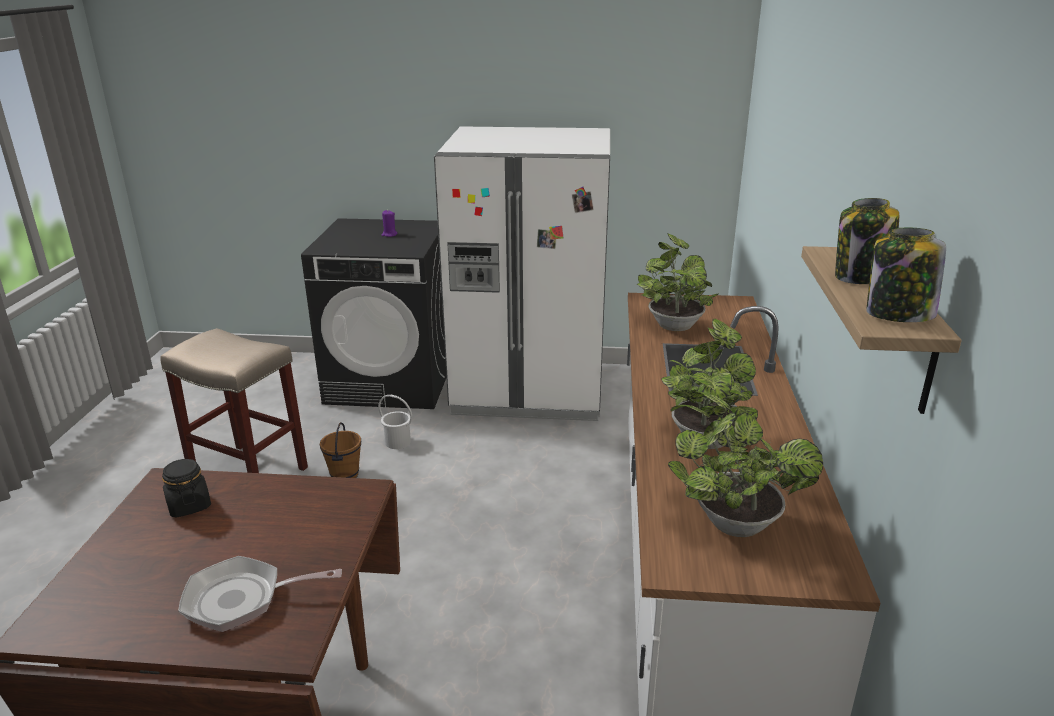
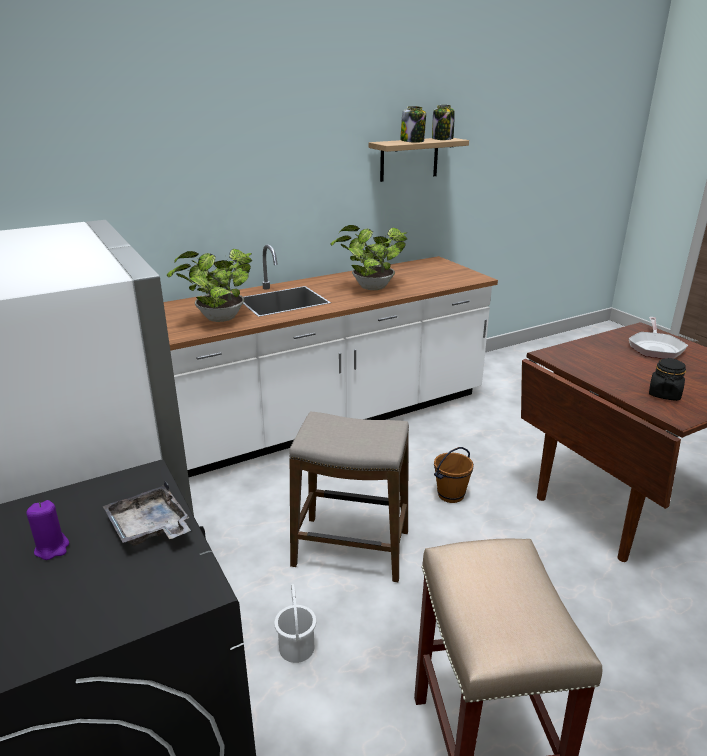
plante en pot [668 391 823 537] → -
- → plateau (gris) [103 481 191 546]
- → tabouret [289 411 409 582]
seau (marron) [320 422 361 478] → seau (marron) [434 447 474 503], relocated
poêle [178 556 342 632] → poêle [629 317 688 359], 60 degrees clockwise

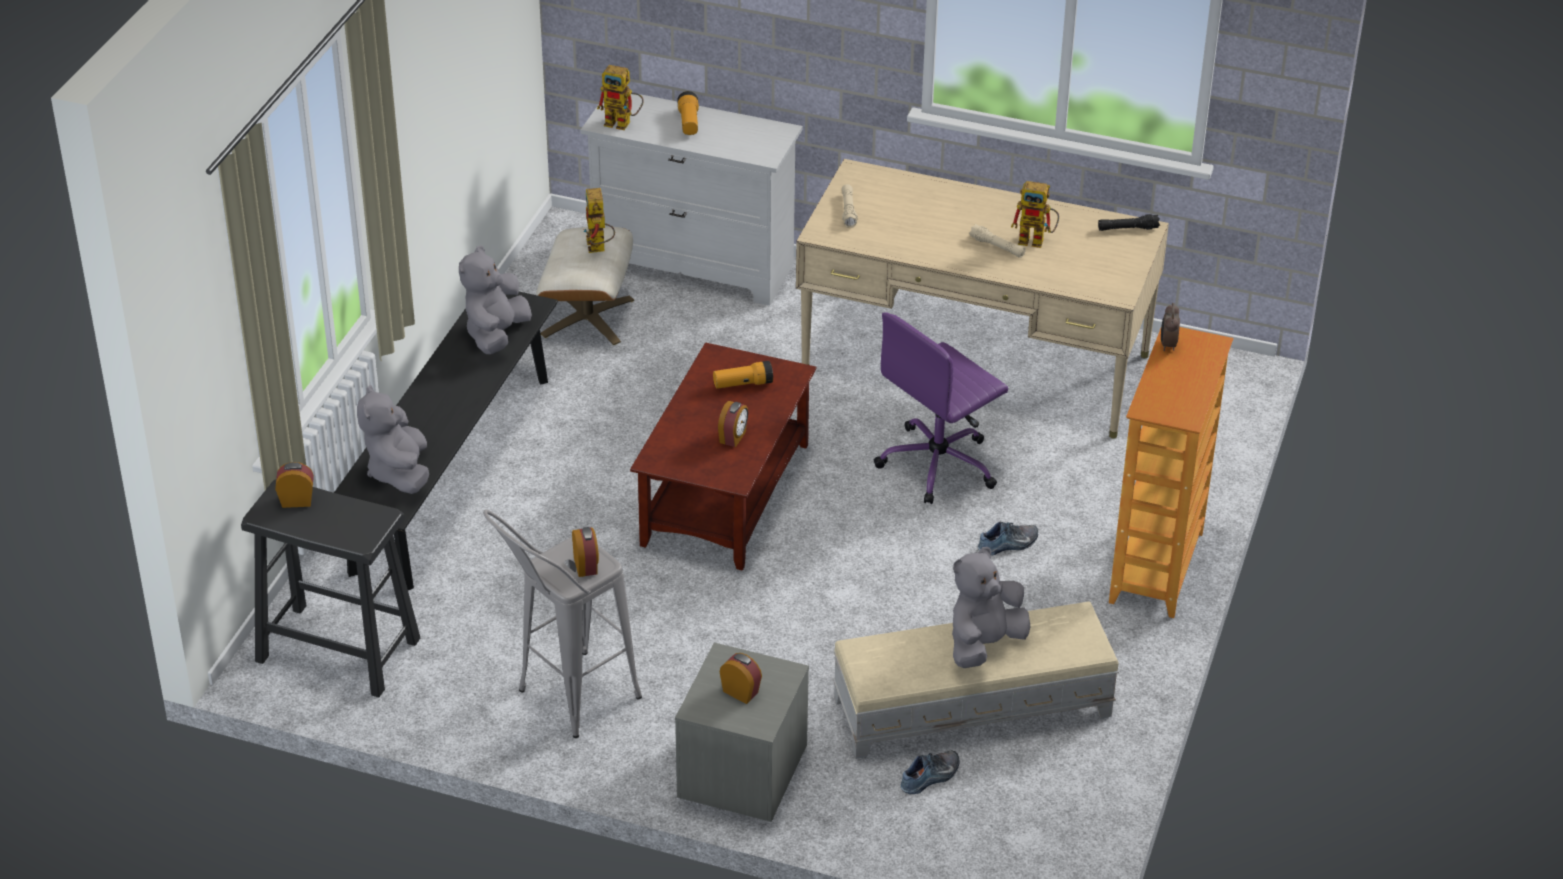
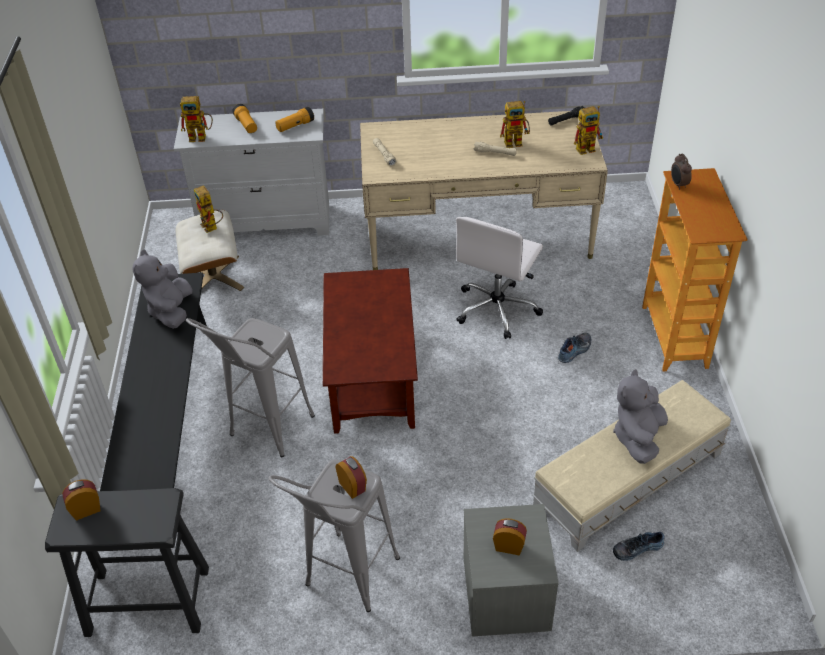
peluche (gris) [357 385 429 494] → -
réveil [718 401 748 447] → -
- → tabouret (gris) [186 318 315 457]
- → robot jouet [574 106 603 155]
lampe de poche [713 361 773 389] → lampe de poche [275 107 314 132], relocated
chaise de bureau (violet) [874 313 1008 504] → chaise de bureau (blanc) [456 217 543 339]
chaussure [901 751 960 794] → chaussure [613 532 665 561], 135 degrees counterclockwise

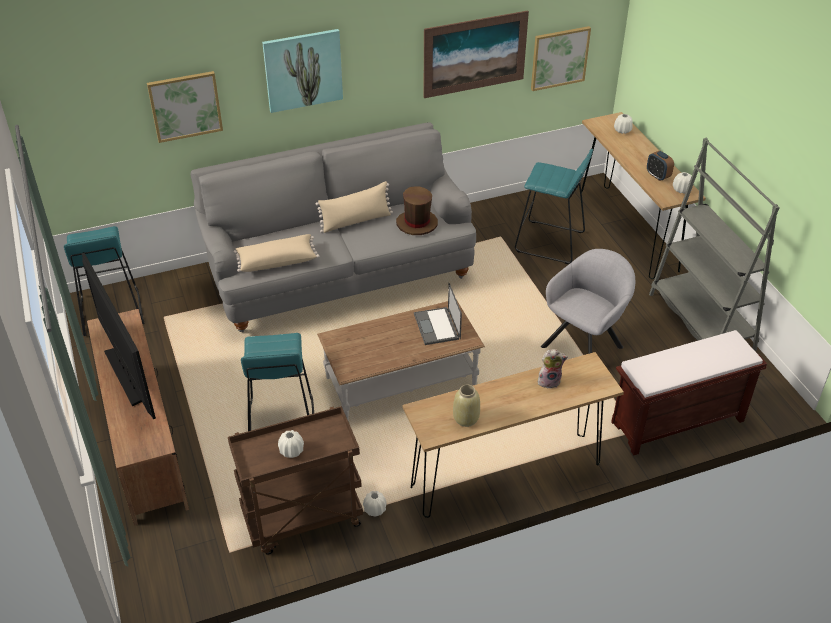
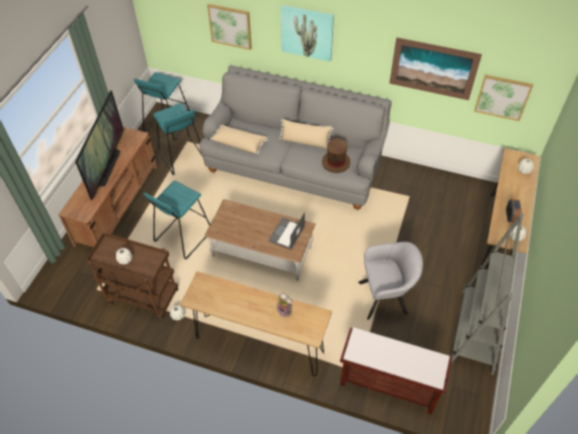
vase (beige) [453 384 480 427] → -
tabouret (turquoise) [515 149 593 264] → tabouret (turquoise) [153 103 203 175], relocated

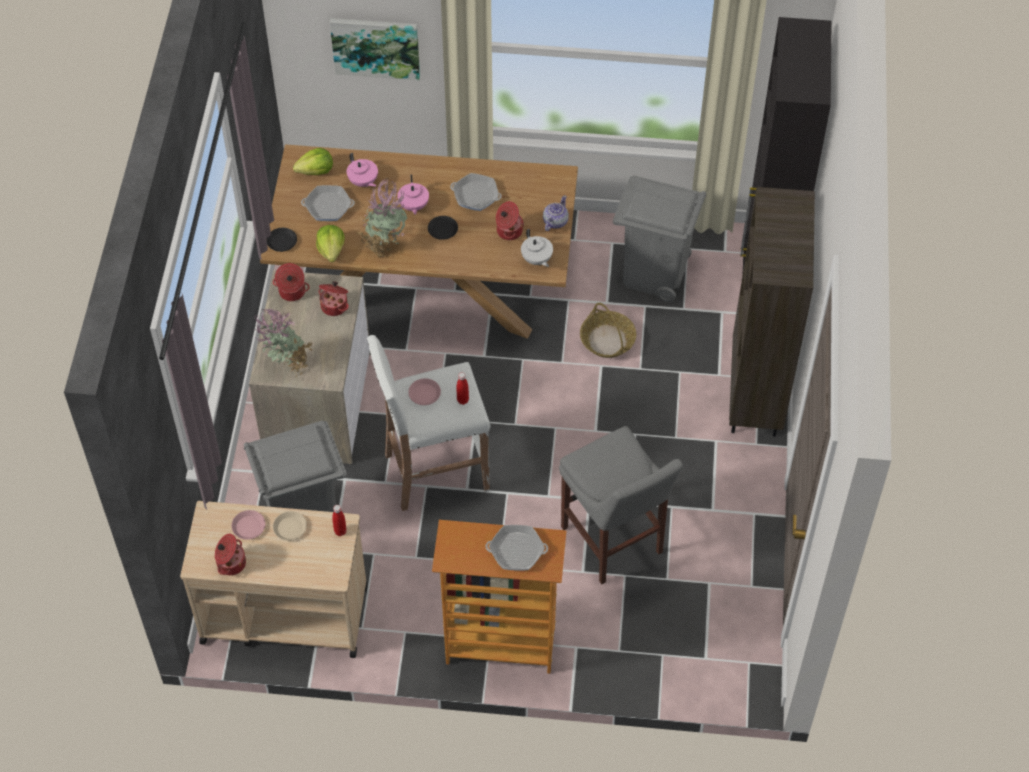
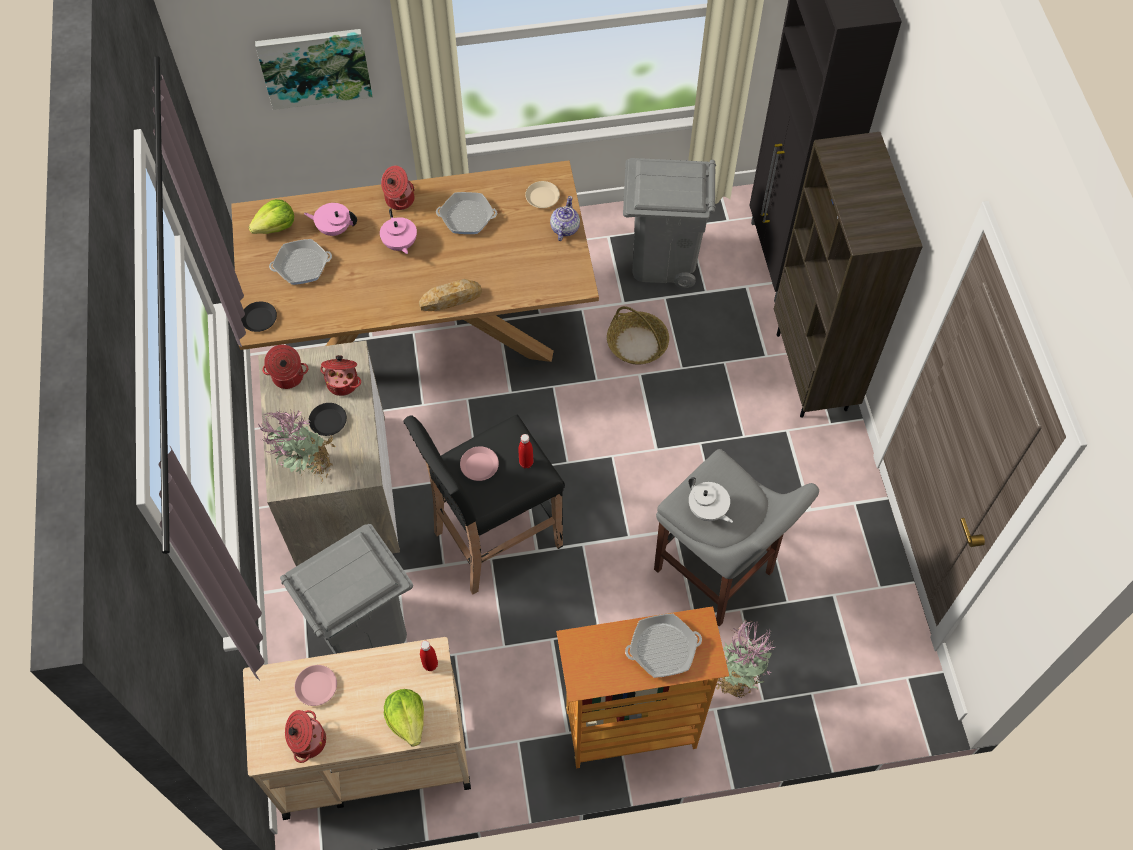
- → pain [419 279 482 311]
assiette (beige) [273 511 307 541] → assiette (beige) [525 181 560 208], relocated
laitue [316 225 345 262] → laitue [384 689 424 746], relocated
plante en pot [355 178 407 258] → plante en pot [716 618 775 698], relocated
assiette (noir) [428 216 458 240] → assiette (noir) [309 403 347 436], relocated
marmite [496 201 524 240] → marmite [381 166 415 210], relocated
théière (blanc) [521 229 553 267] → théière (blanc) [689 477 733 523], relocated
tabouret (blanc) [367 335 490 511] → tabouret (noir) [403 414 565 594]
théière (rose) [347 153 378 187] → théière (rose) [304 203 357 236], 150 degrees clockwise

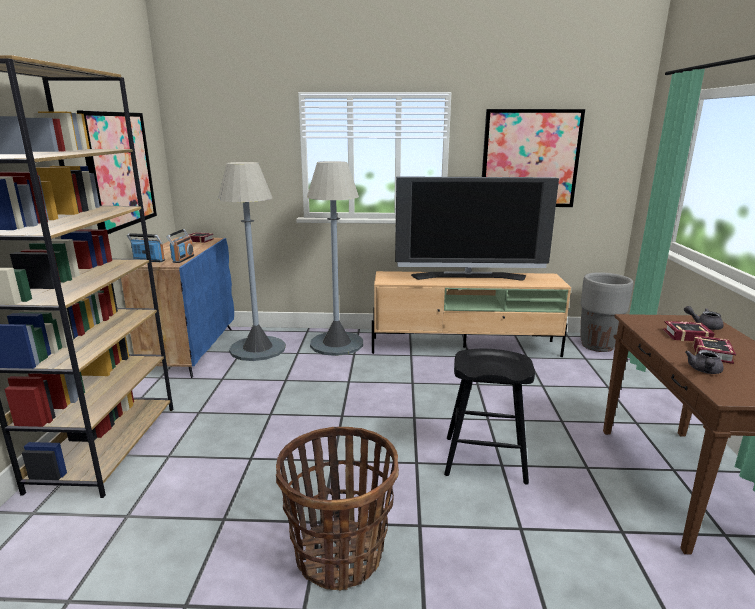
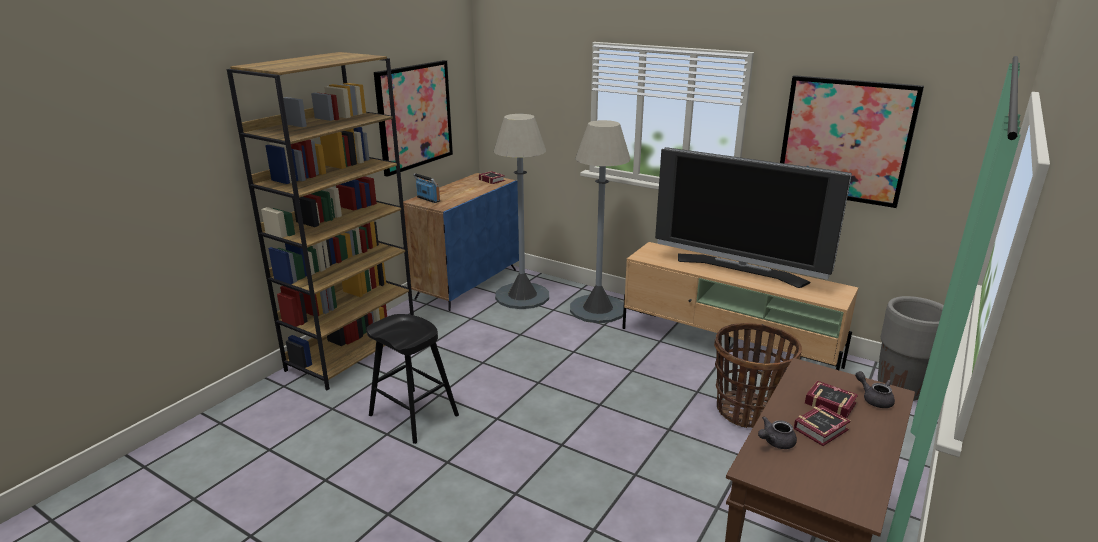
radio [166 229 194 263] → -
panier [276 427 399 591] → panier [714 323 802 428], relocated
tabouret (noir) [444 349 535 485] → tabouret (noir) [366 314 459 444], relocated

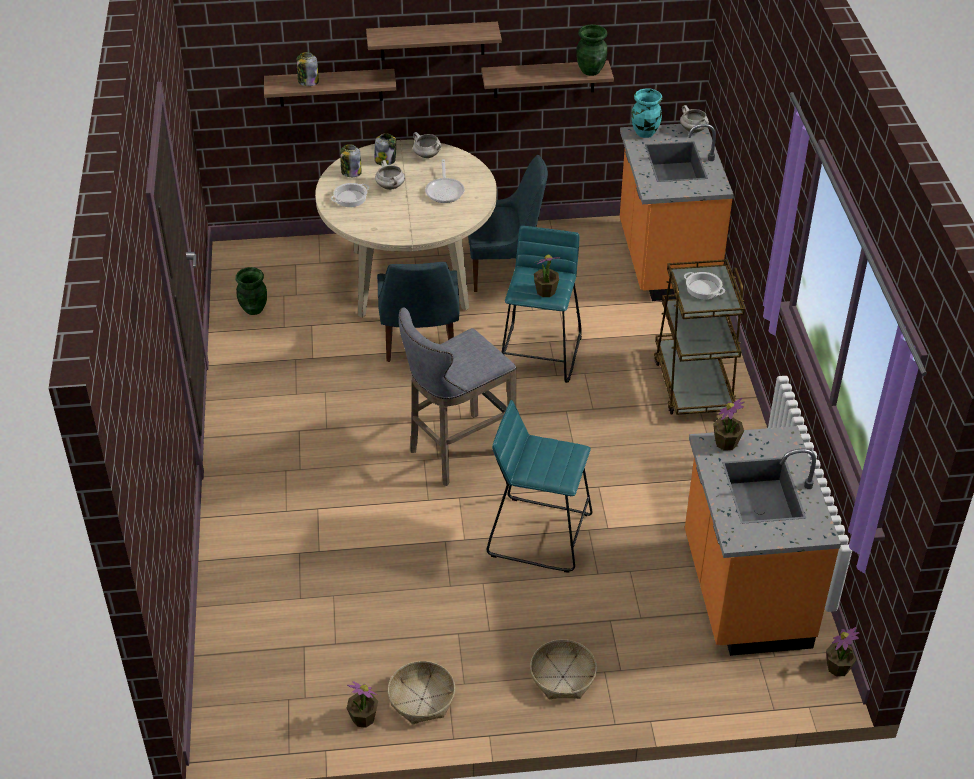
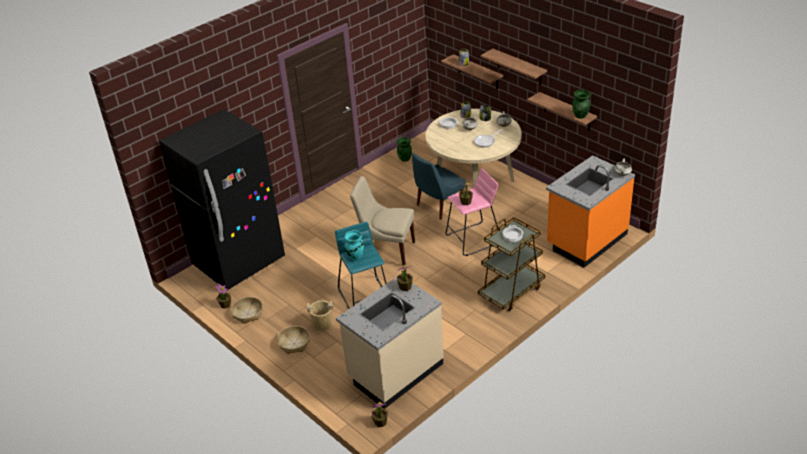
chaise (bleu) [468 155 548 292] → -
- → réfrigérateur (noir) [160 109 285 290]
- → seau (beige) [307 300 333 331]
vase (turquoise) [632 88 662 138] → vase (turquoise) [344 230 364 260], relocated
tabouret (gris) [399 307 516 486] → chaise (beige) [350 176 415 265]
tabouret (turquoise) [501 226 582 383] → tabouret (rose) [445 168 499 256]
comptoir de cuisine (orange) [685 426 841 656] → comptoir de cuisine (beige) [336 277 444 409]

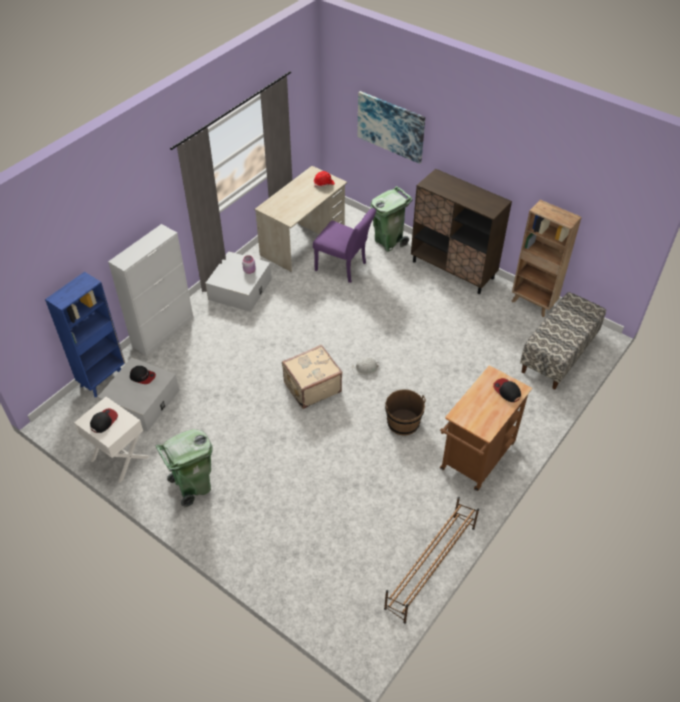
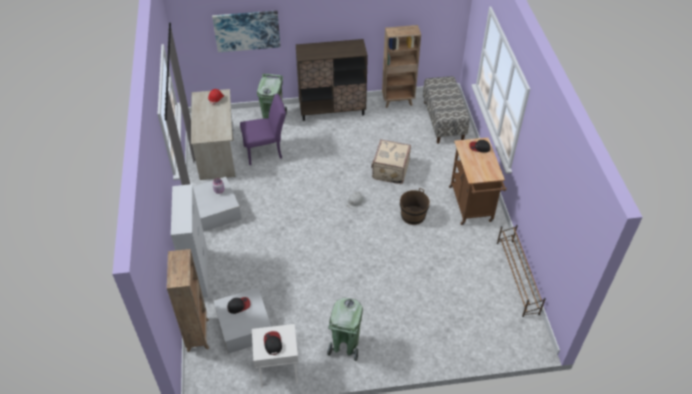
valise (beige) [282 345 342 409] → valise (beige) [371 139 411 184], relocated
bibliothèque (bleu) [45 272 125 397] → bibliothèque (marron) [167 249 209 352]

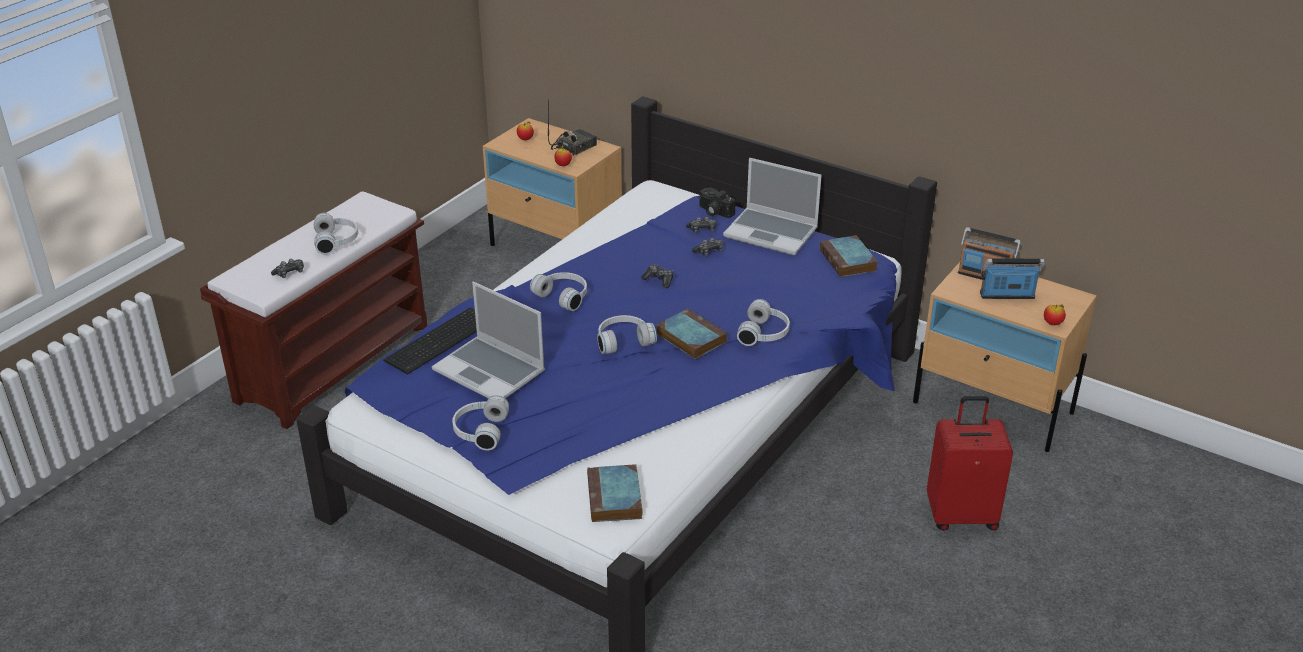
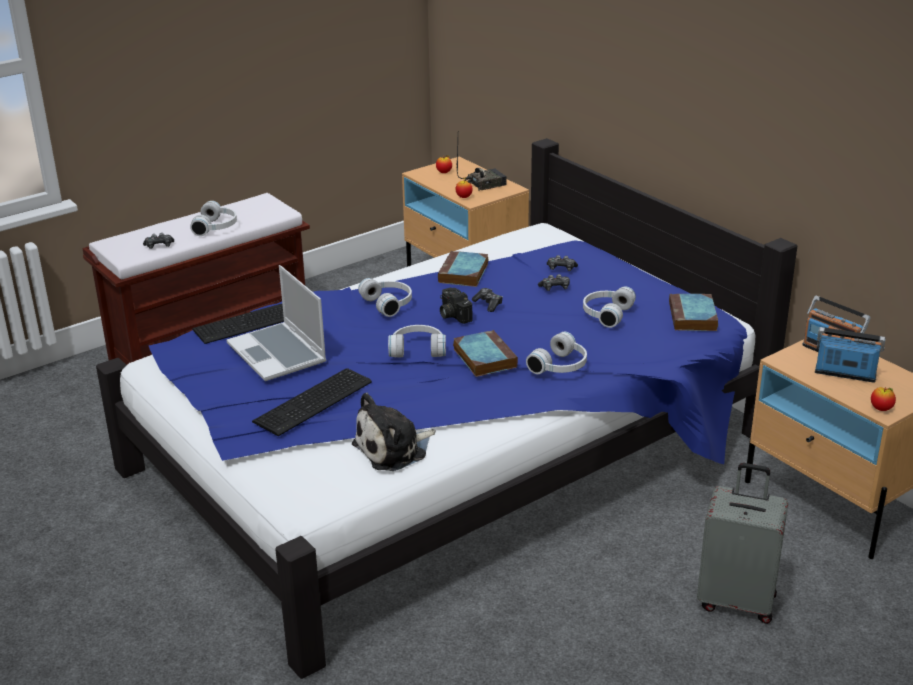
ordinateur portable [723 158 822 255] → -
- → clavier [252 368 372 436]
- → peluche [352 393 436 471]
casque audio (blanc) [452 395 509 451] → casque audio (blanc) [583 286 636 328], relocated
livre [587 464 643 522] → livre [438 251 489 287], relocated
appareil photo [699 188 736 218] → appareil photo [440 287 472 324], relocated
valise (rouge) [927 396 1013 531] → valise (gris) [697 463 788 624]

